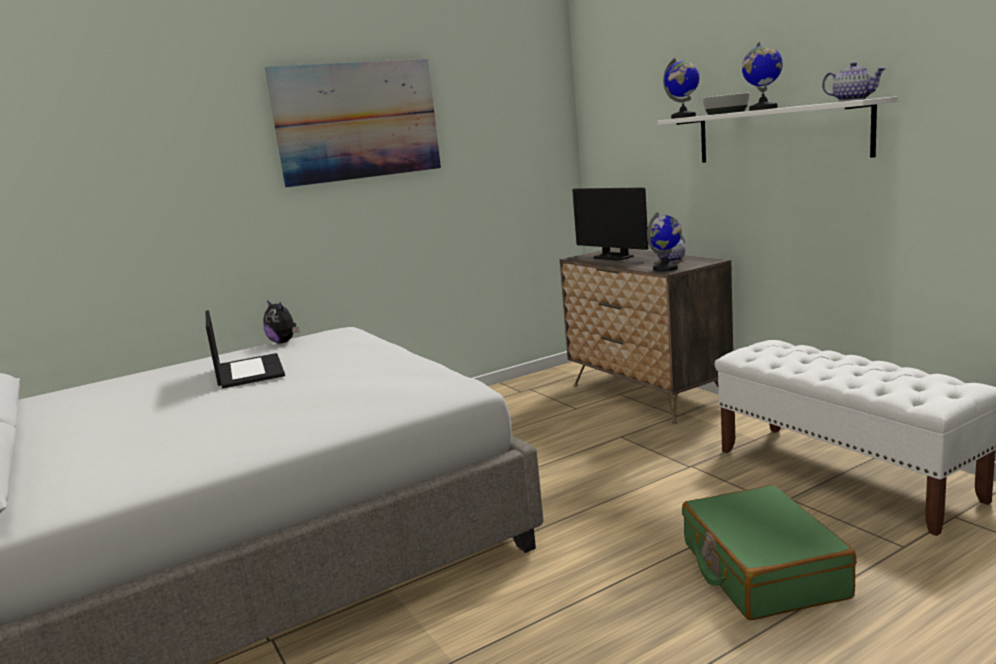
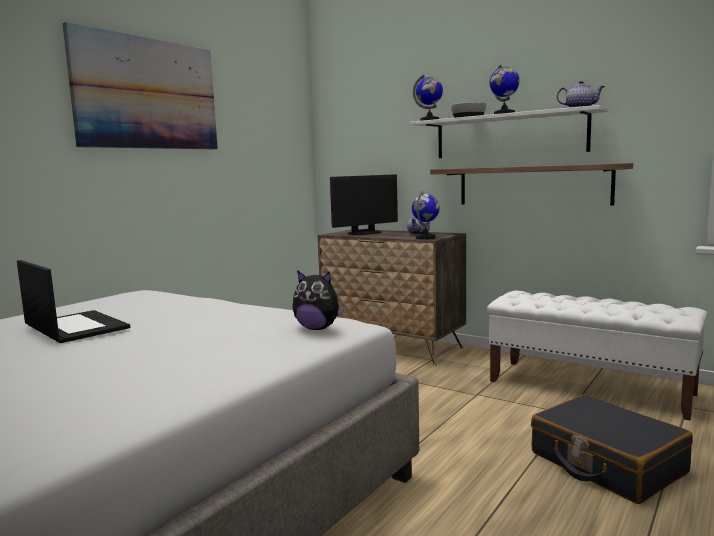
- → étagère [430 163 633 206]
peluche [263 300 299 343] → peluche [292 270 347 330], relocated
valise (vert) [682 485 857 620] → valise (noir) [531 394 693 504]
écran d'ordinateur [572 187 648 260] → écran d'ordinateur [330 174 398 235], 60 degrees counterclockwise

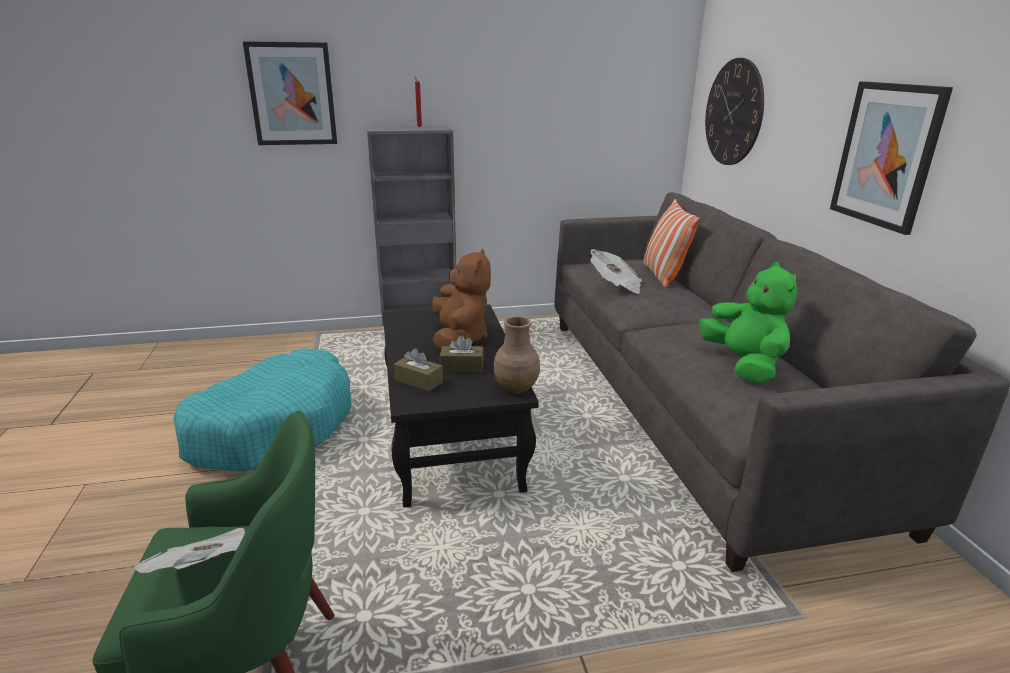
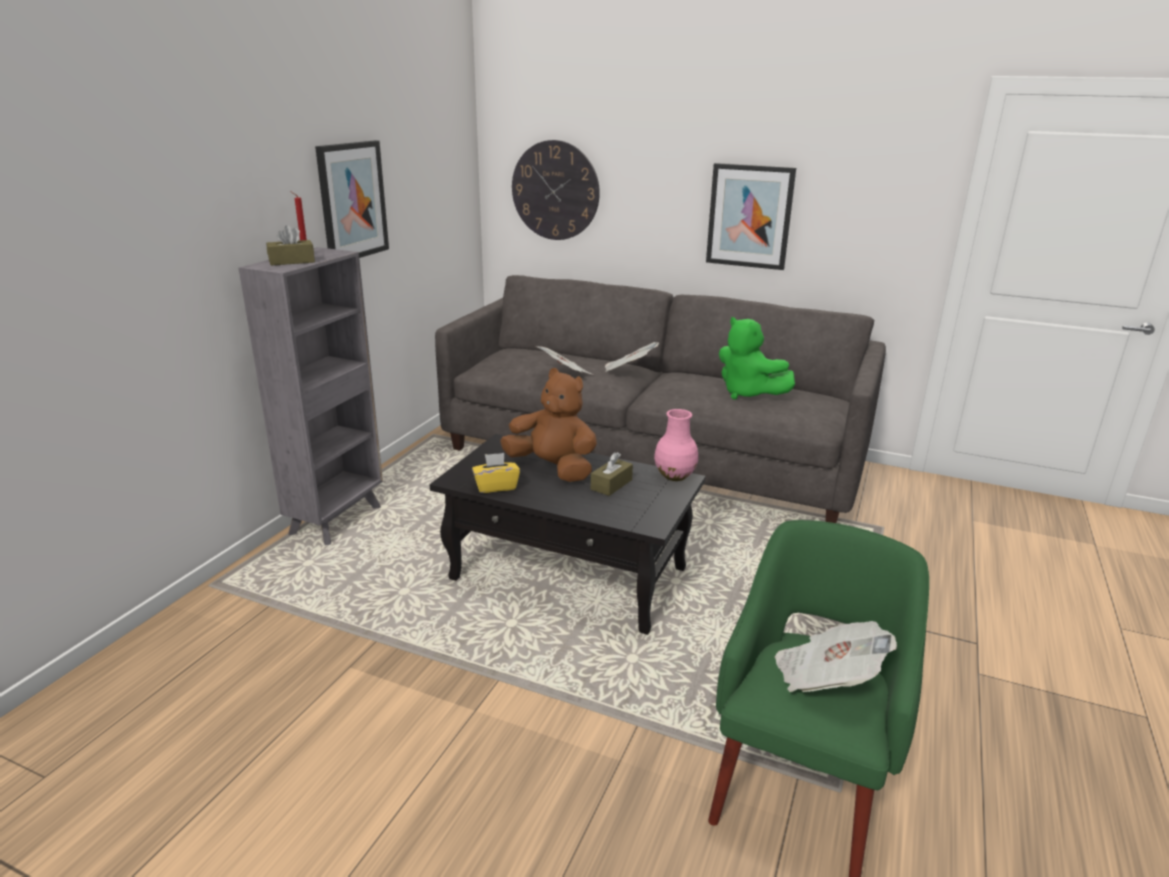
panier pour chien (turquoise) [173 348 351 471] → -
coussin [643 199 700 288] → -
- → boîte à mouchoirs (jaune) [472 453 520 493]
- → journal [605 342 659 372]
tableau [243 41 337 145] → tableau [315 140 389 258], relocated
boîte à mouchoirs (marron) [394 348 443 392] → boîte à mouchoirs (marron) [266 225 315 266], relocated
vase (marron) [493 316 540 394] → vase (rose) [654 409 698 481]
peluche (vert) [699 262 797 384] → peluche (vert) [719 317 795 400], 150 degrees counterclockwise

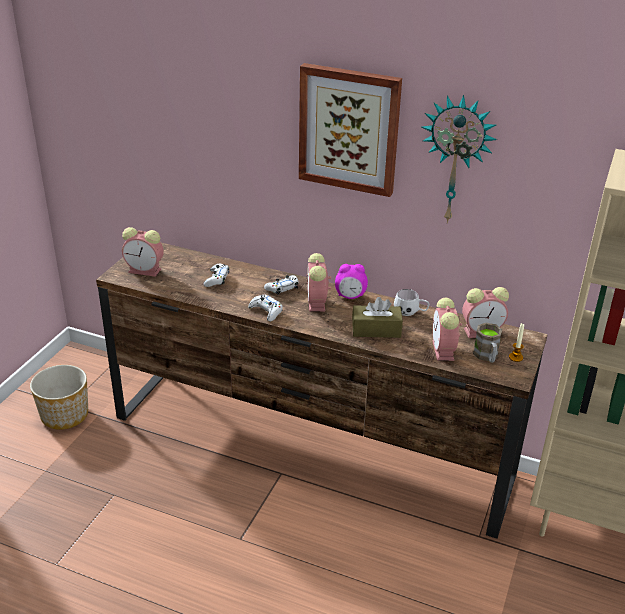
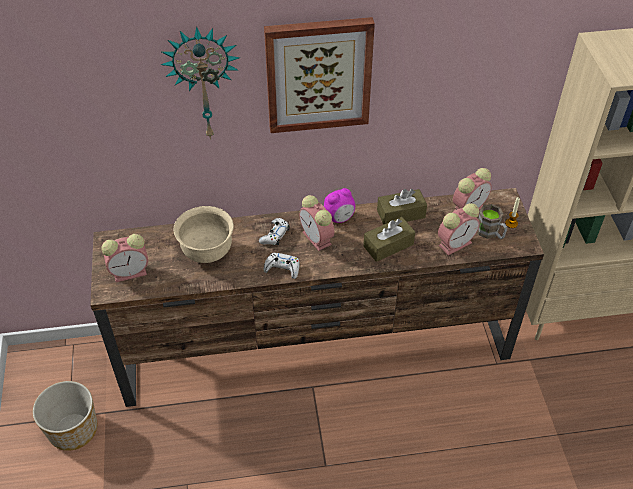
horloge murale [422 95 497 224] → horloge murale [161 27 240 140], relocated
manette (blanc) [204 264 229 287] → bol (beige) [174 206 234 263]
mug (blanc) [394 289 430 316] → boîte à mouchoirs (marron) [377 189 427 225]
réveil [433 298 462 361] → réveil [438 203 480 255], 90 degrees counterclockwise

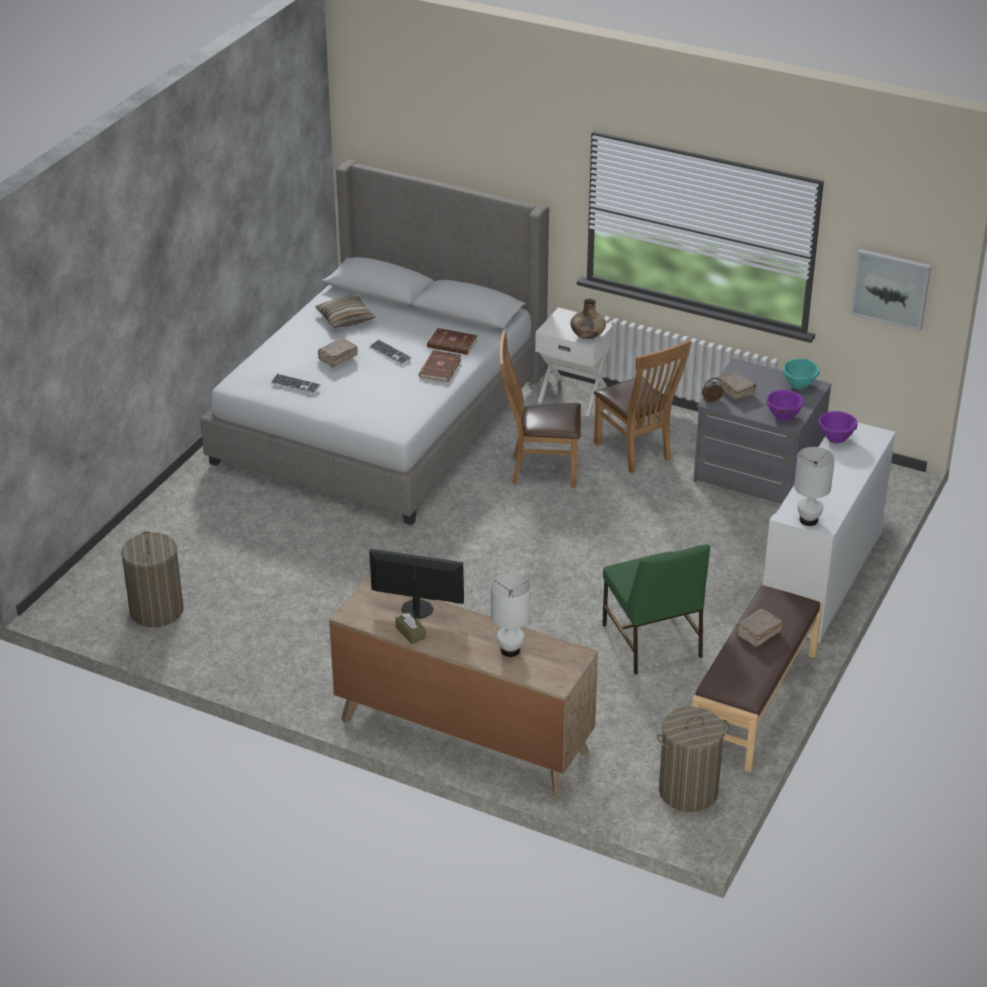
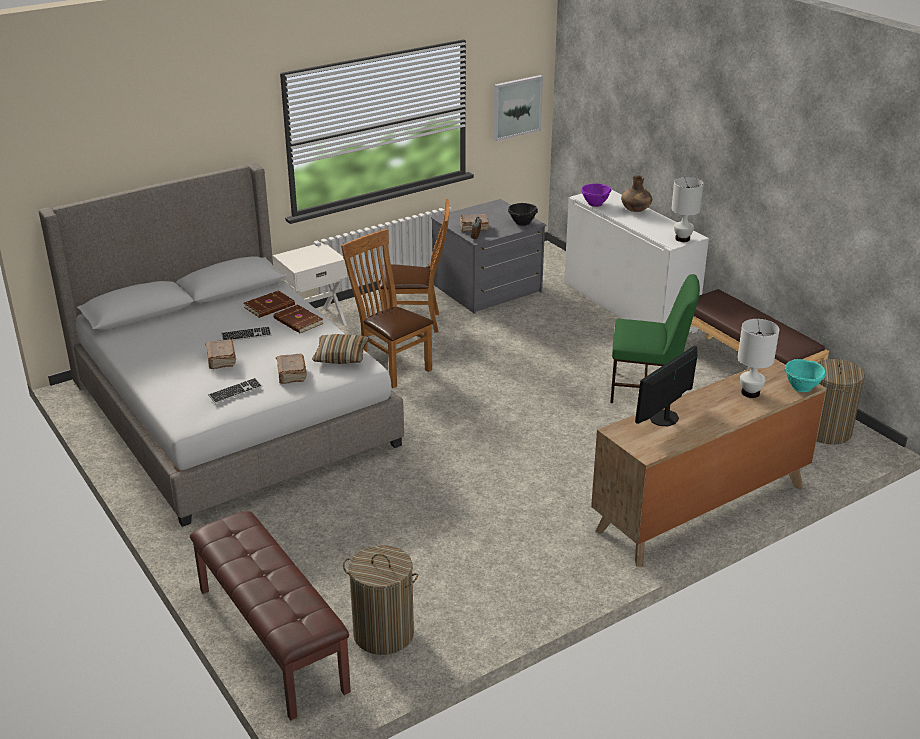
boîte à mouchoirs (marron) [396 612 426 644] → -
- → banc (marron) [190 511 351 720]
coussin [315 296 375 328] → coussin [312 334 369 364], relocated
vase (marron) [570 299 606 339] → vase (marron) [621 175 652 212], relocated
livre (marron) [736 608 783 647] → livre (marron) [276 354 307 384], relocated
bol (turquoise) [783 358 820 389] → bol (turquoise) [784 359 826 392], relocated
bol (violet) [766 390 804 421] → bol (noir) [508 203 538 226]
chaise (marron) [500 330 581 488] → chaise (marron) [341 229 434 388], 105 degrees clockwise

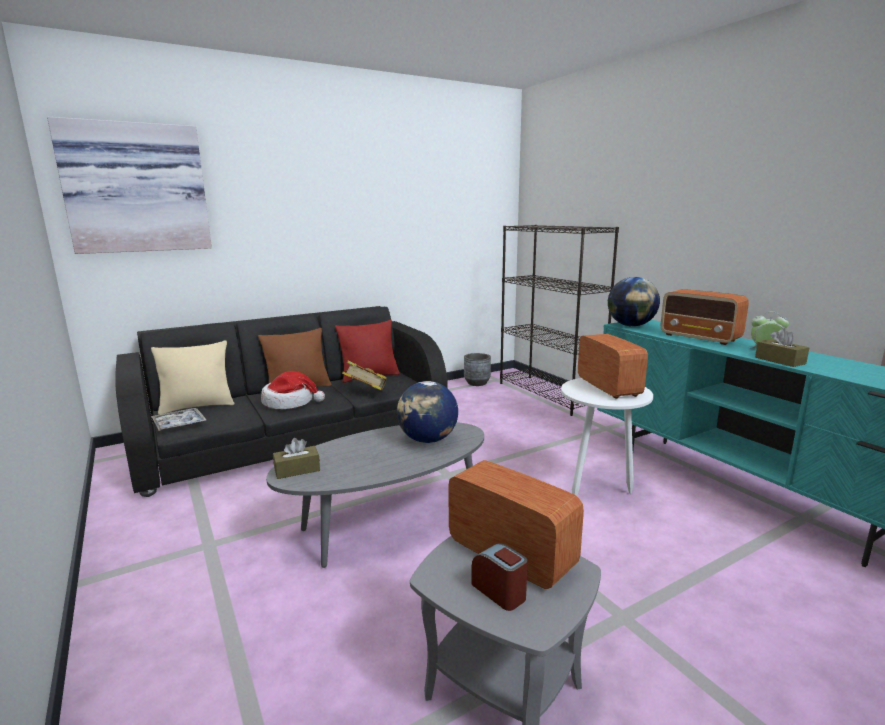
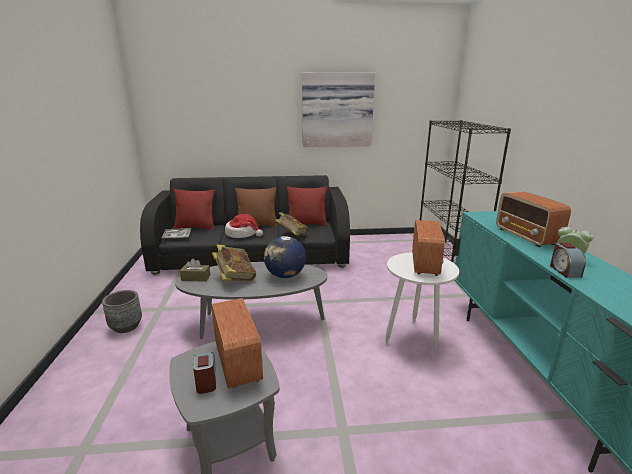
globe [608 277 660 327] → -
- → livre [212 244 256 281]
tableau [47 117 212 254] → tableau [302 73 375 147], relocated
cache-pot (gris) [464 353 491 386] → cache-pot (gris) [102 290 142 333], relocated
boîte à mouchoirs (marron) [755 328 809 367] → réveil [550 242 586 278]
coussin (beige) [151 341 234 415] → coussin (rouge) [173 189 215 230]

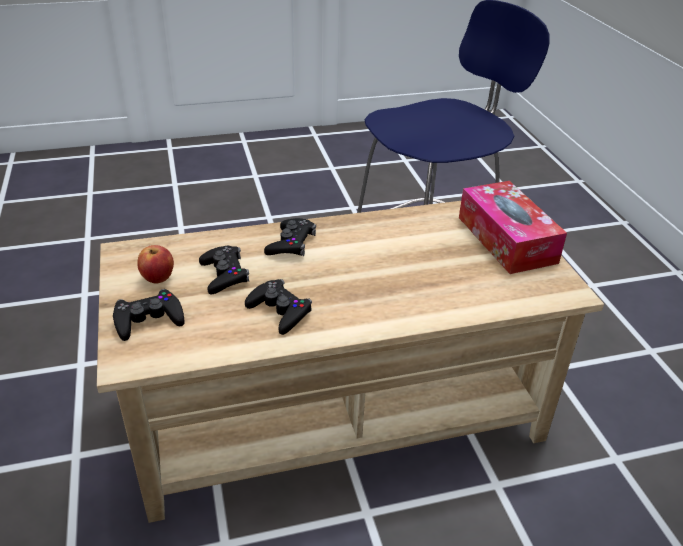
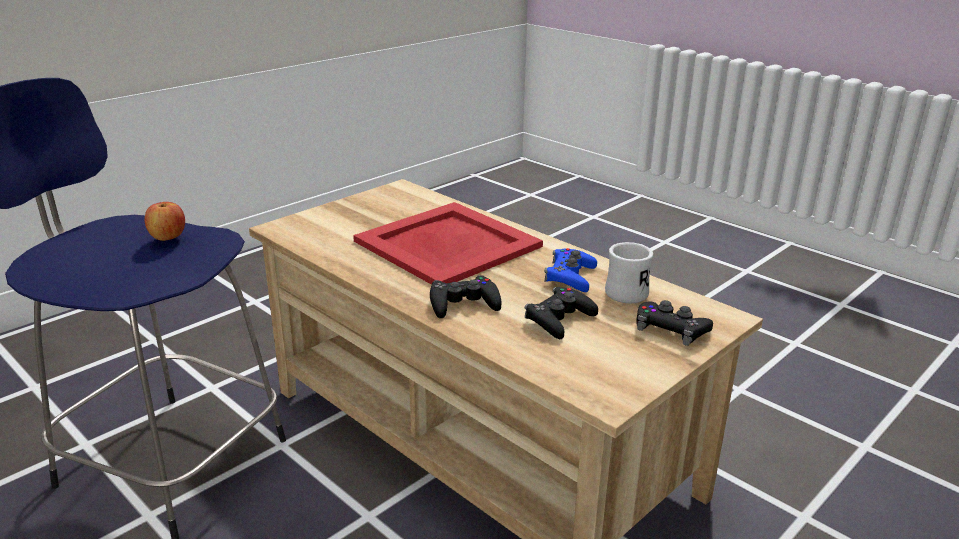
boîte à mouchoirs [459 181 567 274] → -
- → plateau (rouge) [353 202 543 285]
- → mug (blanc) [605 242 653 303]
pomme [137 245 174 284] → pomme [145 202 185 241], relocated
manette (noir) [245 279 312 335] → manette (bleu) [544 248 597 292]

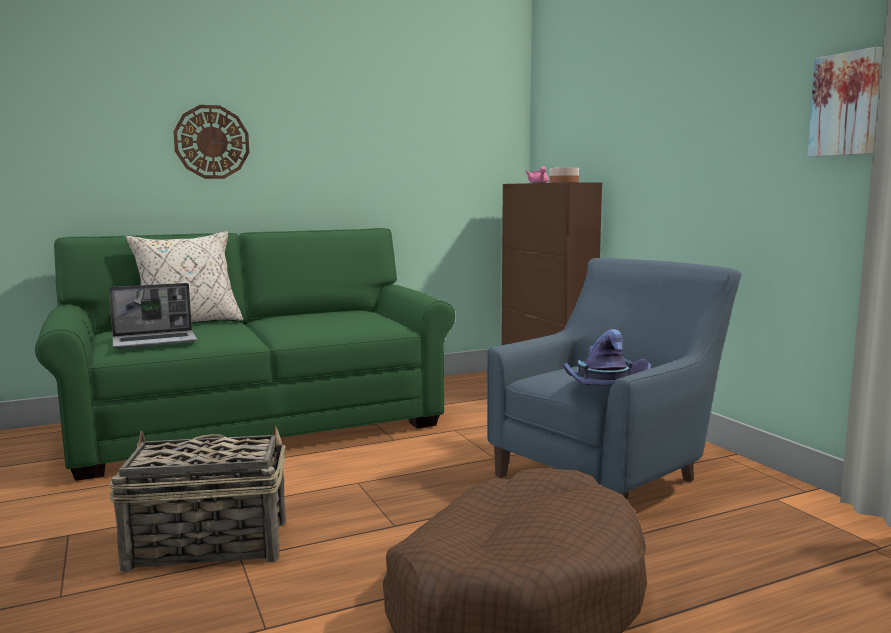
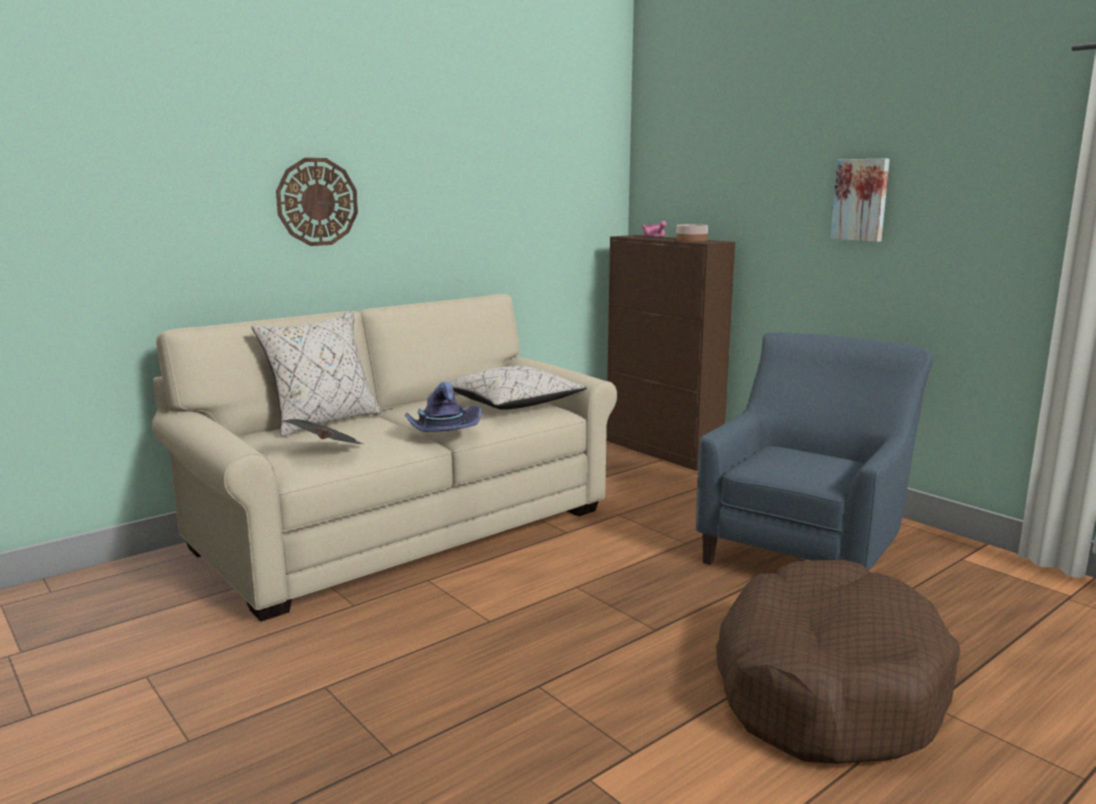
panier [109 426 286 573] → -
- → coussin (beige) [448 366 587 410]
chapeau (violet) [563 329 651 385] → chapeau (violet) [405 382 482 432], relocated
tableau [807 47 882 157] → tableau [831 159 890 242], relocated
ordinateur portable [109 283 197 349] → journal [282 419 364 444]
canapé (vert) [35 228 455 481] → canapé (beige) [152 294 617 622]

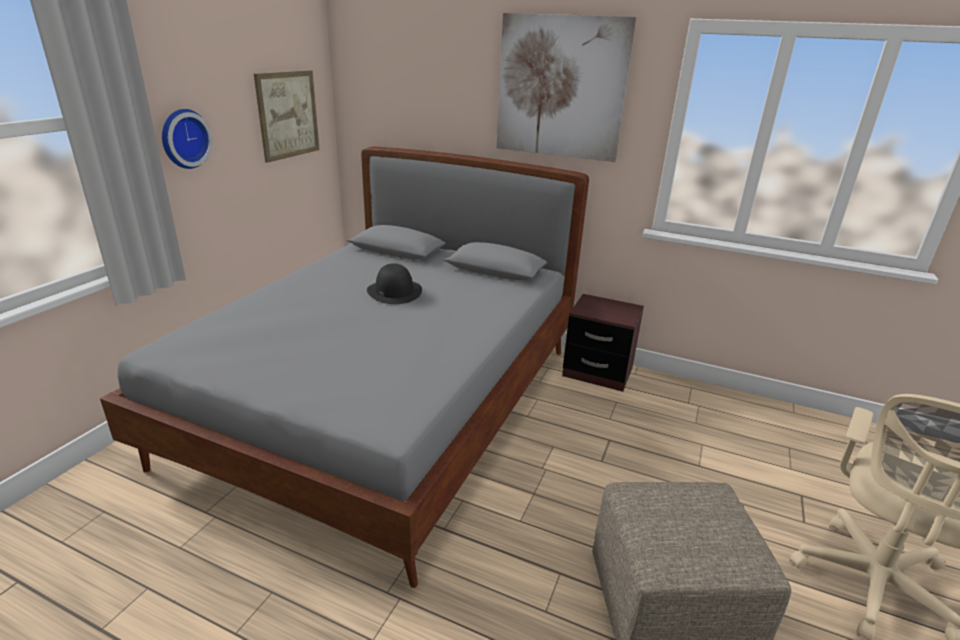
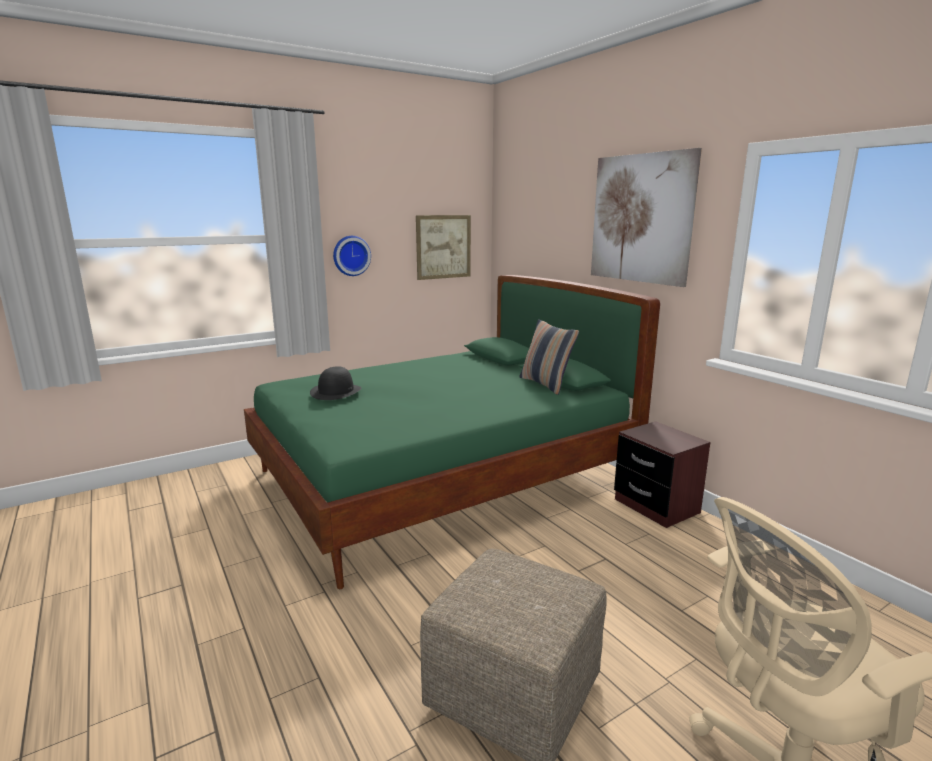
- → coussin [519 319 579 395]
chapeau (noir) [367 263 422 304] → chapeau (noir) [310 366 361 400], relocated
lit (gris) [100 147 589 588] → lit (vert) [244 275 660 589]

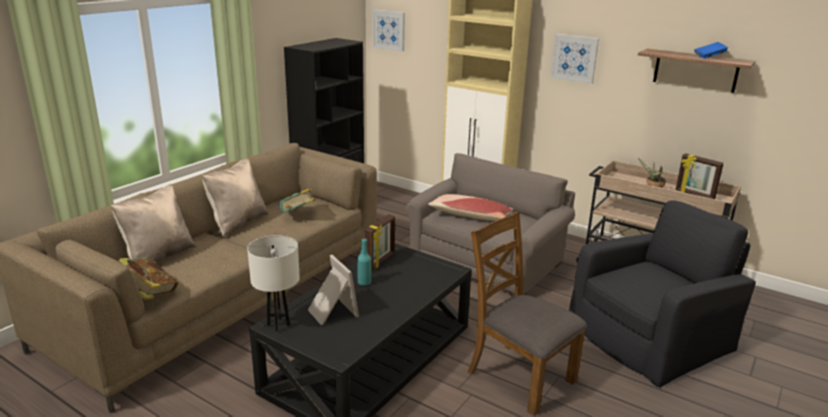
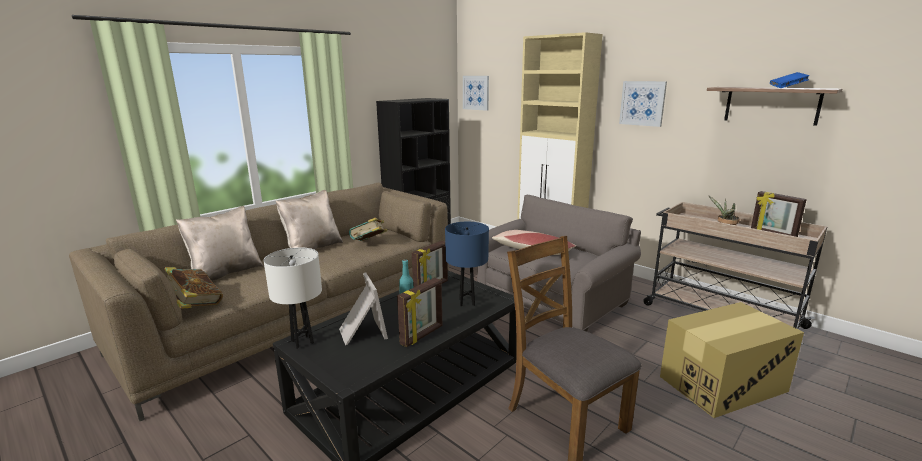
- → cadre photo [397 278 442 347]
- → lampe de table (bleu) [445 222 489 306]
fauteuil (noir) [569 200 756 387] → carton [660 302 804 418]

